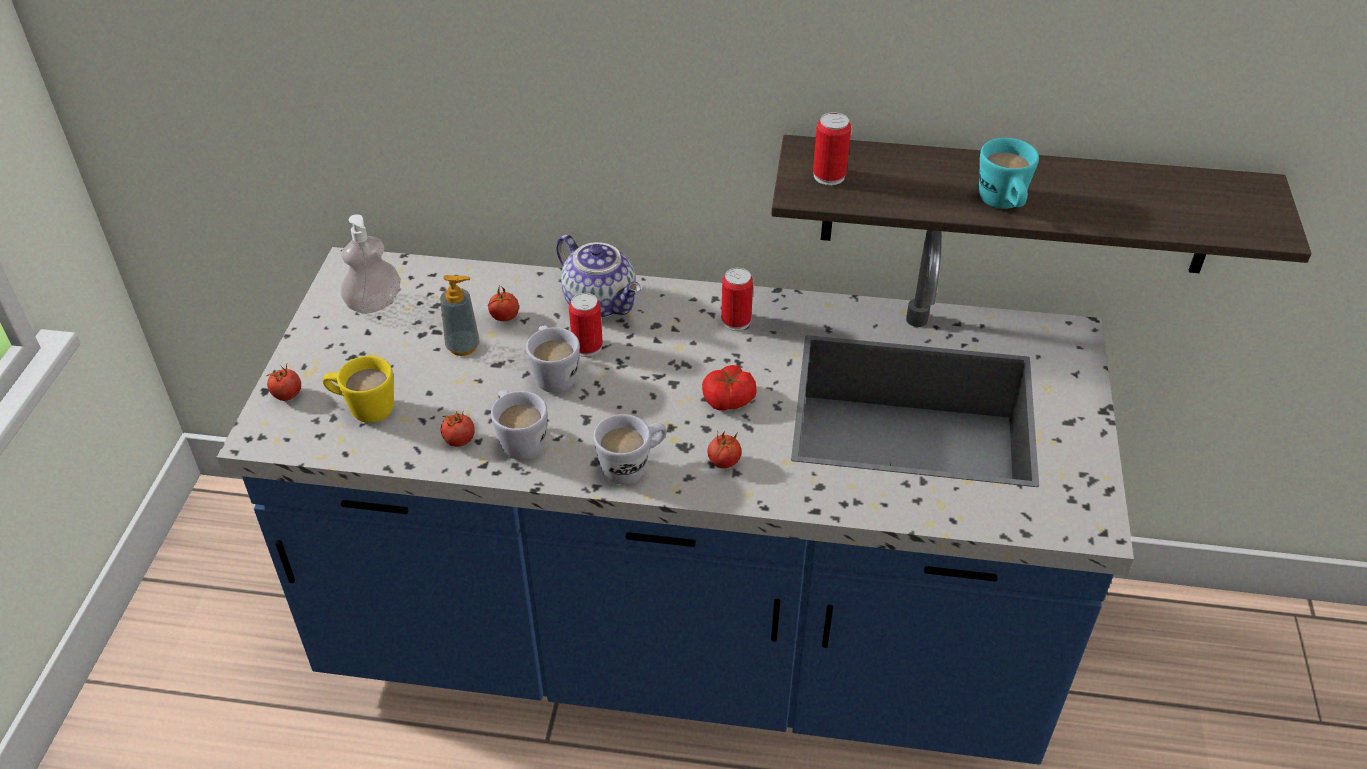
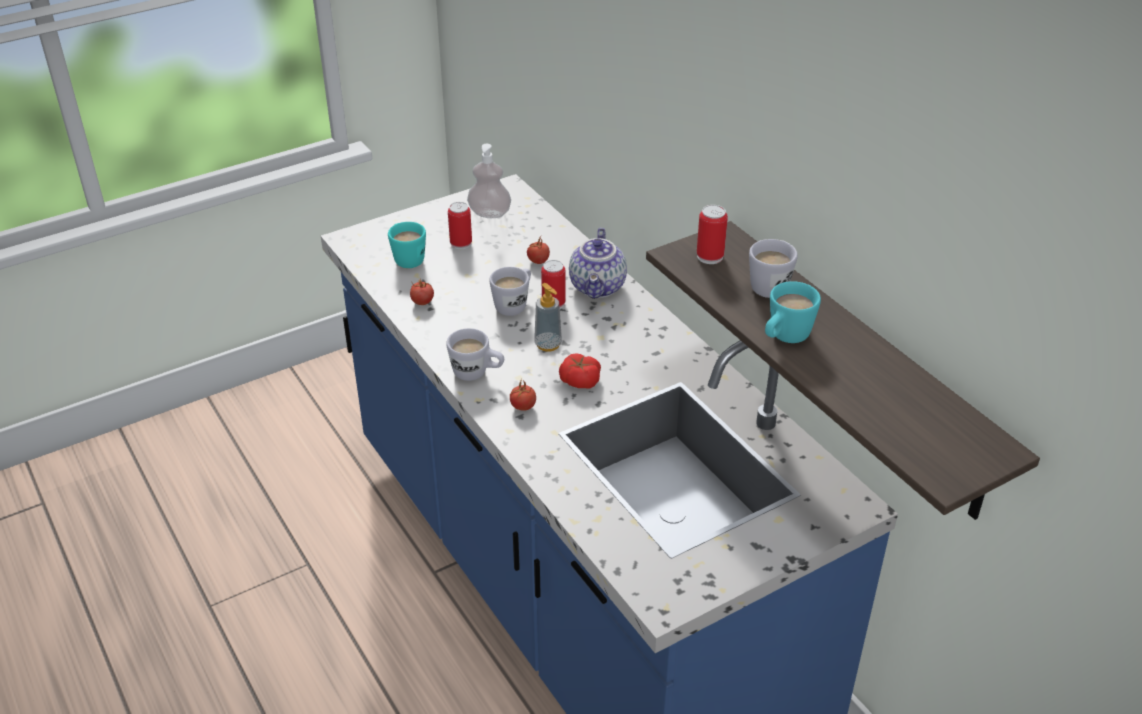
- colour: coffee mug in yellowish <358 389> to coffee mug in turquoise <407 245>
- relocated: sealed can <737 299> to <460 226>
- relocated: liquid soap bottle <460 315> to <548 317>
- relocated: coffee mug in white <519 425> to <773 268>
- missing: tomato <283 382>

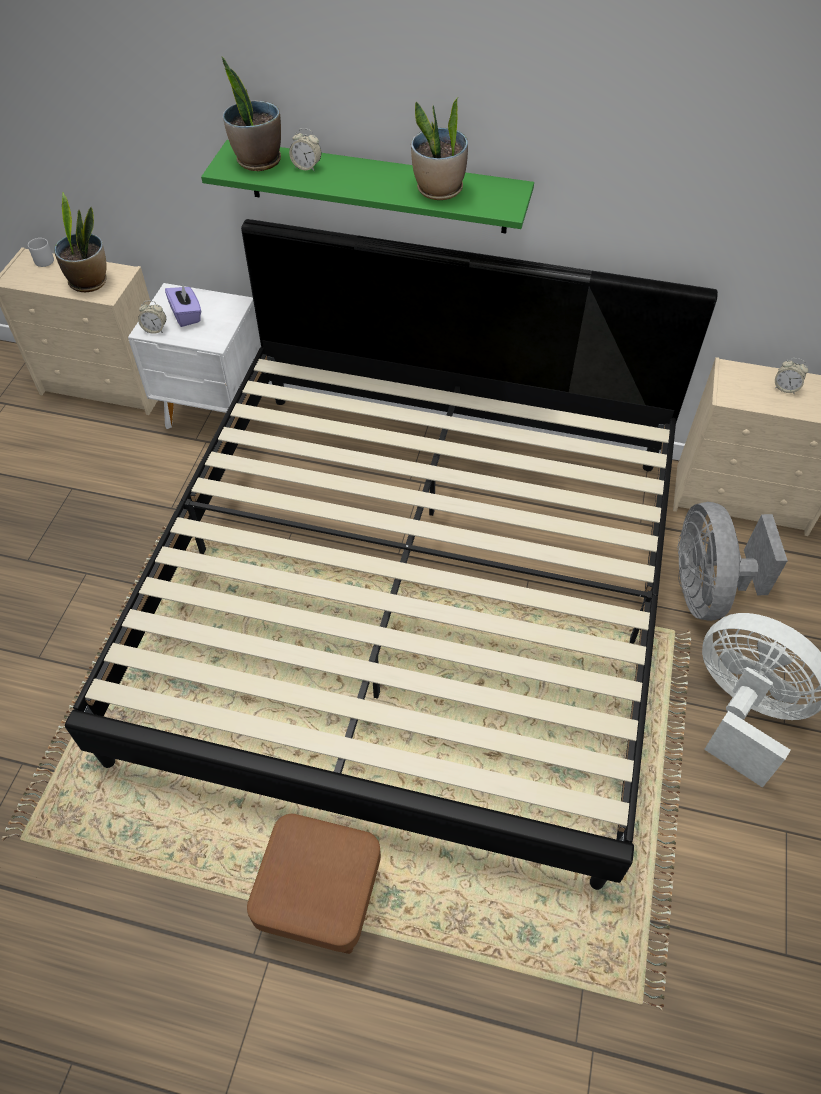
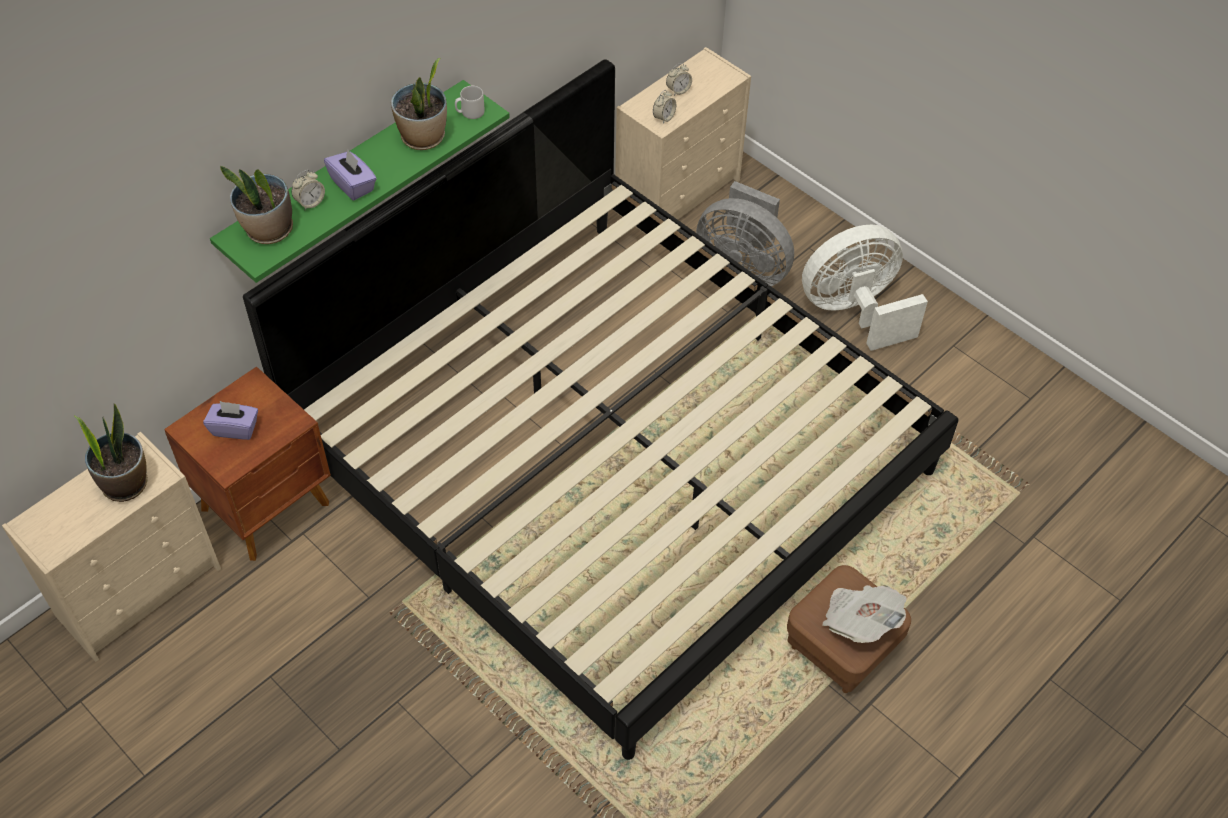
- colour: nightstand in white <194 356> to nightstand in brownish <247 463>
- appeared: tissue holder in purplish <350 175>
- relocated: coffee mug in greyish <41 252> to <470 102>
- relocated: alarm clock <152 317> to <664 107>
- appeared: newspaper <865 614>

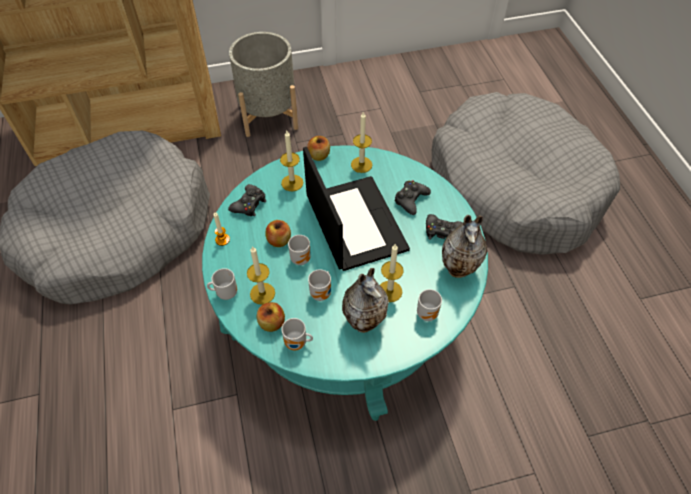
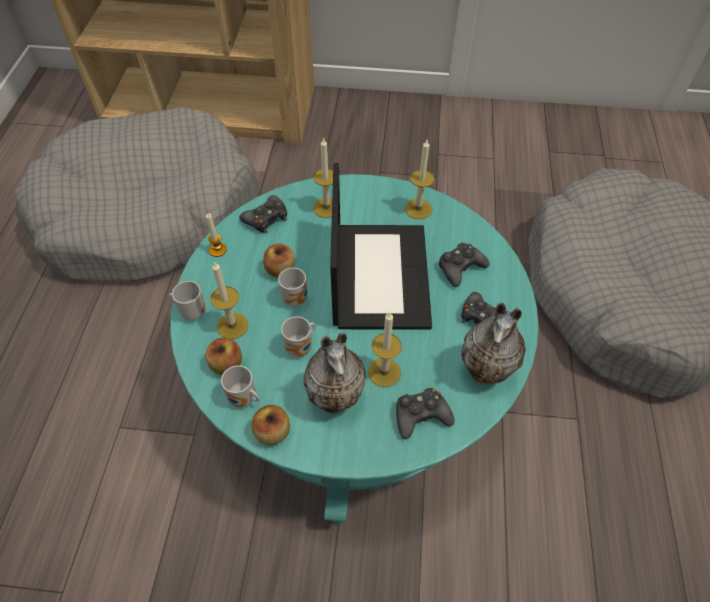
- relocated: apple fruit <318 148> to <270 425>
- exchanged: coffee mug <429 305> to gamepad in blackish <425 413>
- missing: plant pot in greyish <263 84>

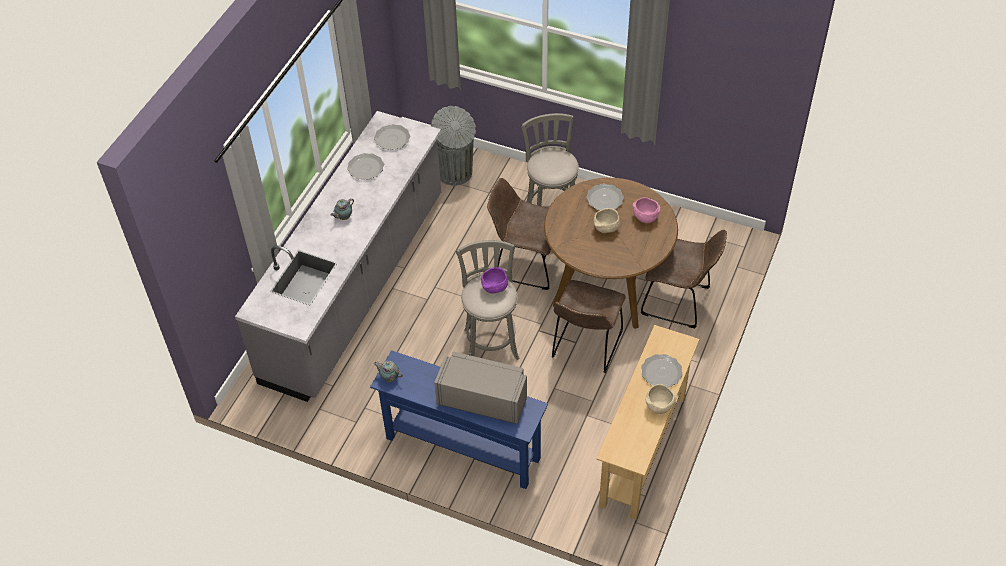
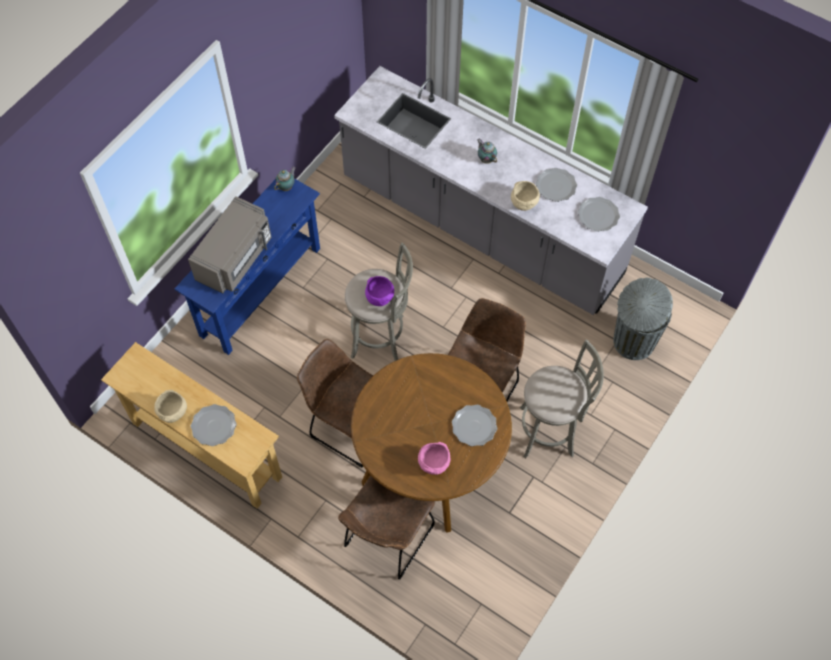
- relocated: bowl in sand-coloured <607 220> to <525 196>

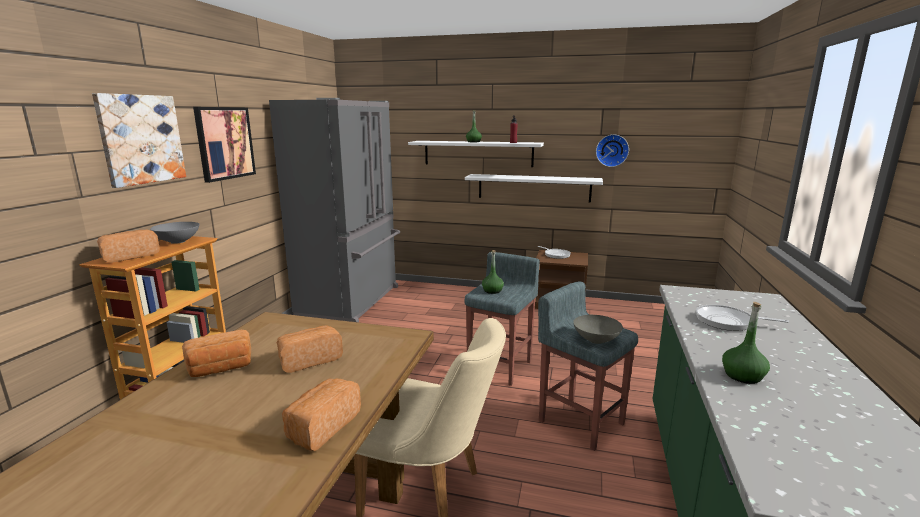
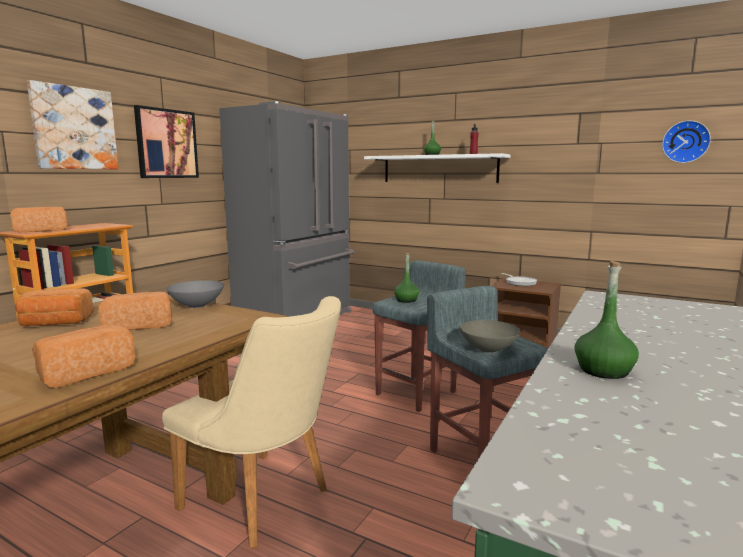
- relocated: bowl in greyish <175 233> to <195 294>
- relocated: wall clock <612 150> to <686 141>
- missing: wall shelf in white <534 188>
- missing: frying pan <742 318>

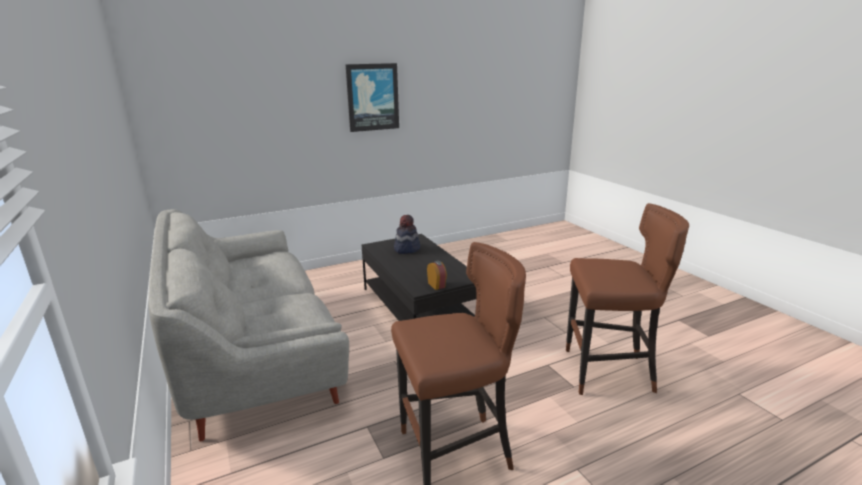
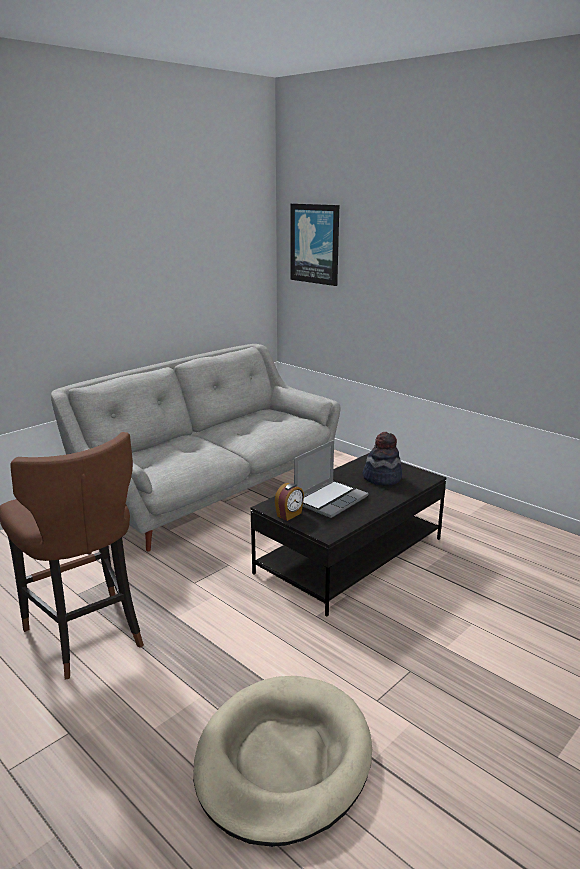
- exchanged: stool seat in brownish <627 299> to pet bed in sand-coloured <282 761>
- relocated: picture <372 97> to <314 244>
- appeared: portable computer <331 479>

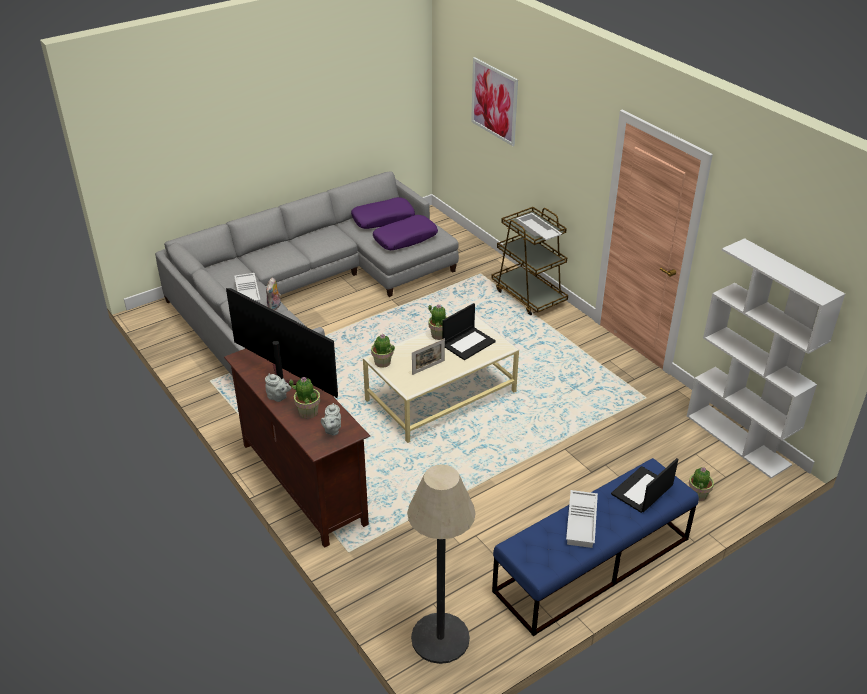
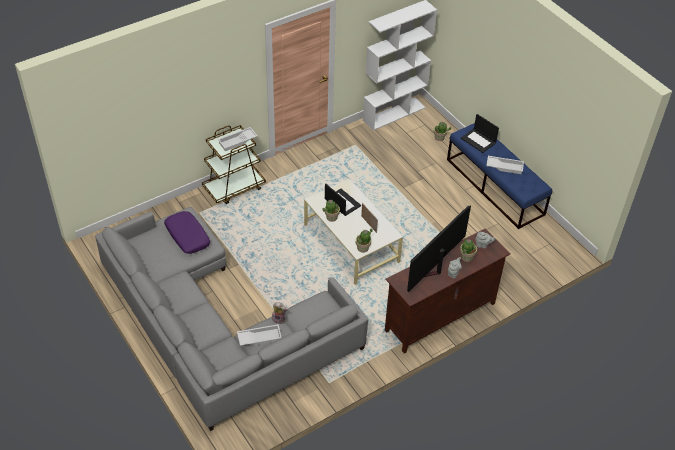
- missing: throw pillow in purplish <383 213>
- missing: floor lamp <441 564>
- missing: picture <494 101>

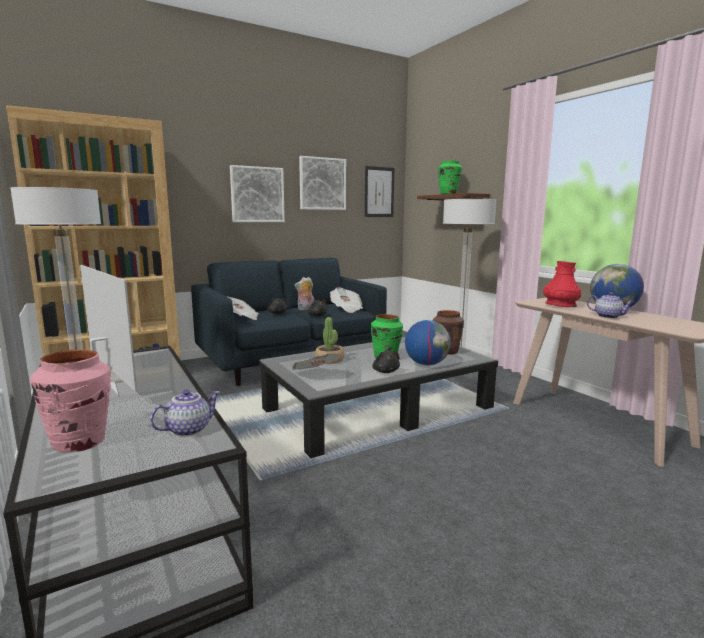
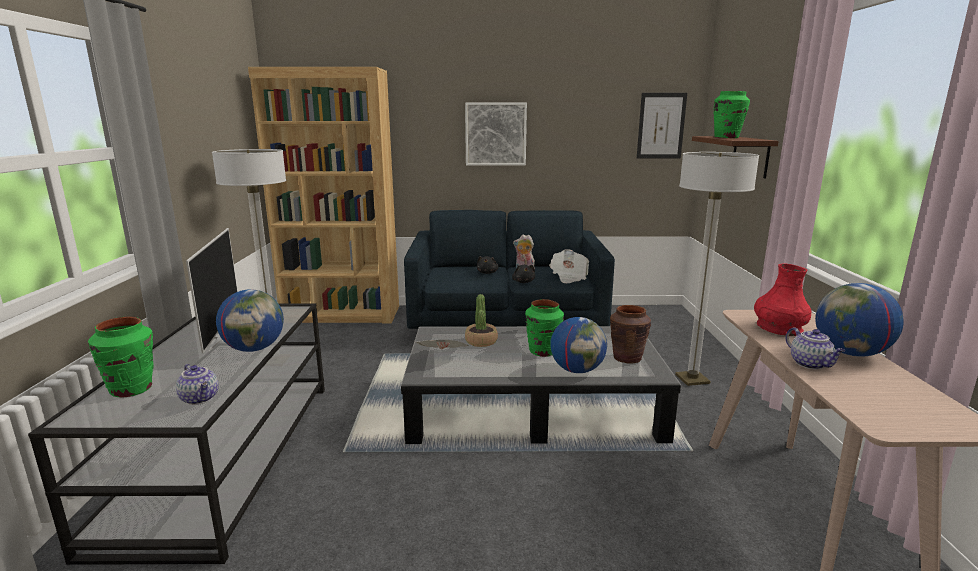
- colour: vase in pink-coloured <70 401> to vase in green <121 357>
- spun: tea pot <185 413> = <197 384> 60 degrees clockwise
- appeared: world globe <250 320>
- missing: newspaper <242 308>
- missing: picture <322 183>
- missing: plush toy in blackish <386 362>

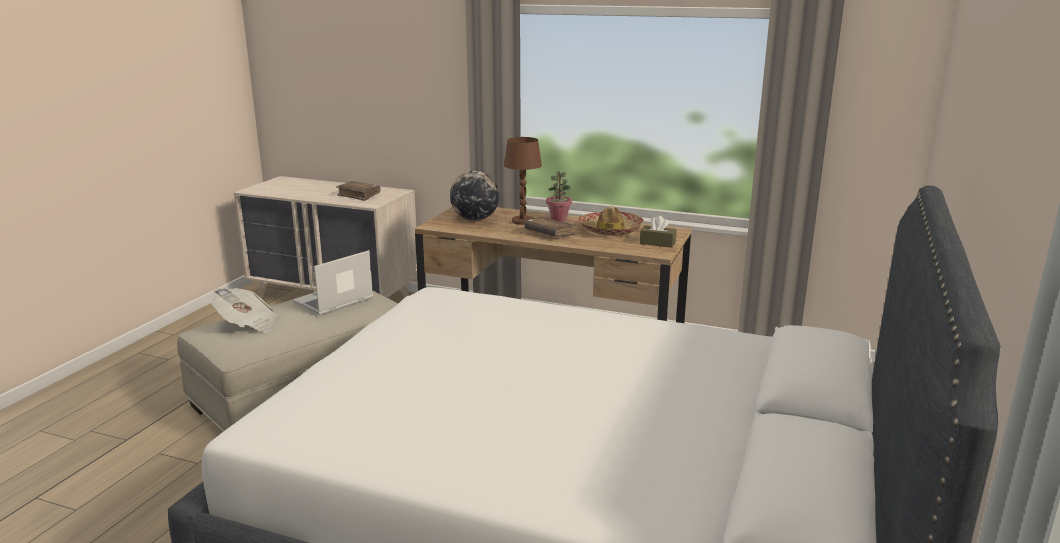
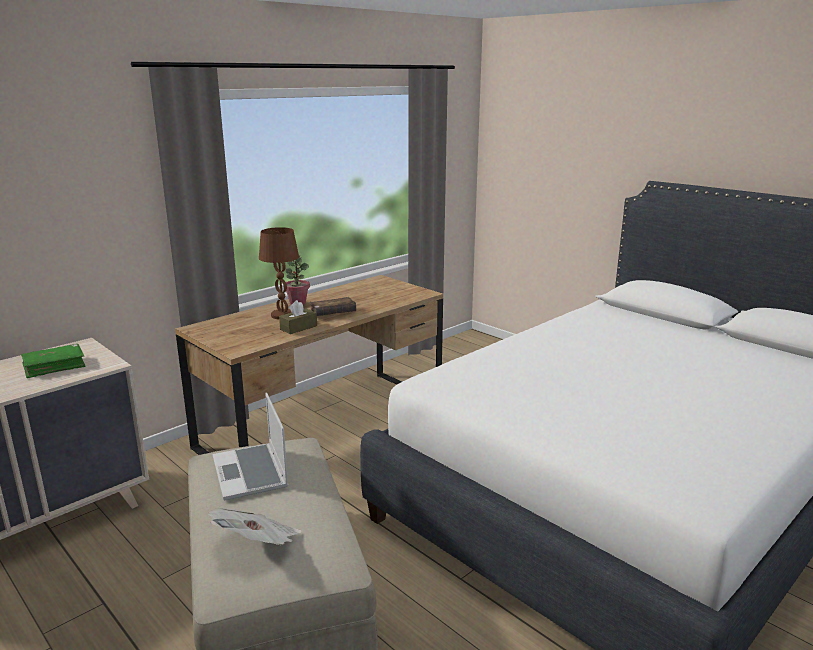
- colour: bound book in brownish <358 191> to bound book in green <53 361>
- relocated: tissue holder in brownish <658 232> to <298 317>
- missing: world globe <474 196>
- missing: clothing hat <611 221>

